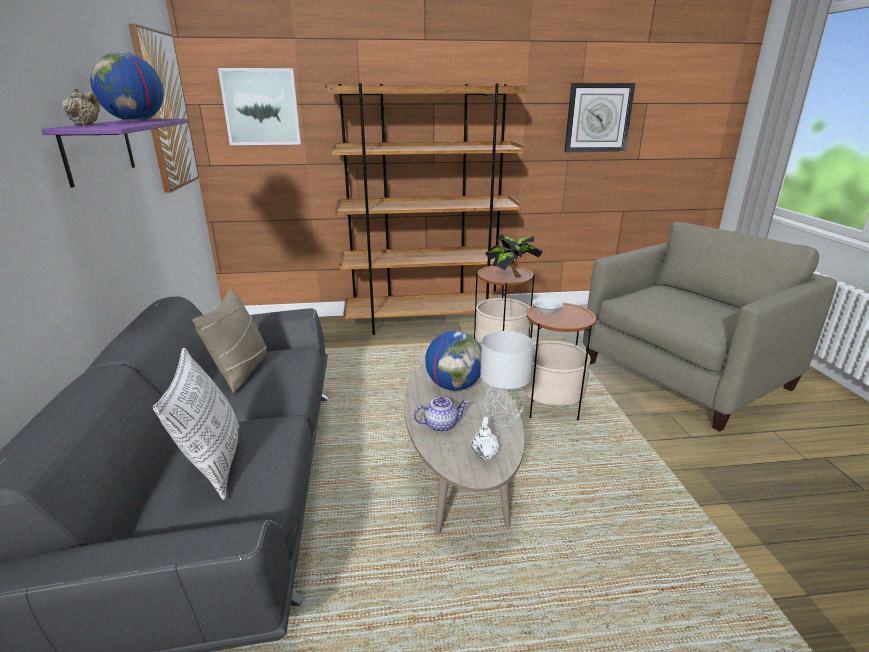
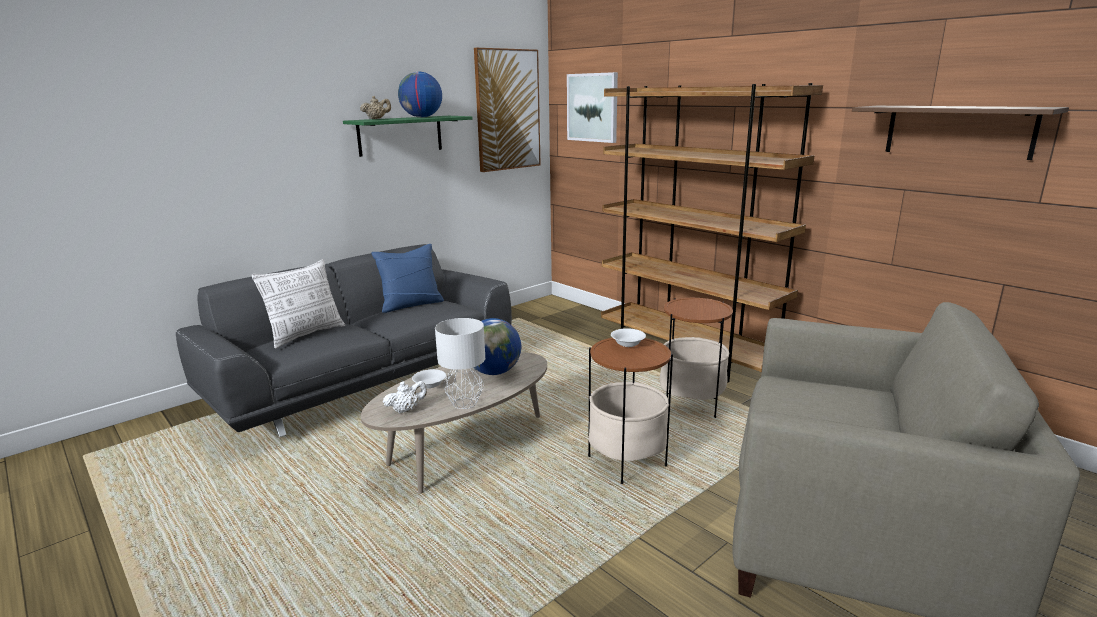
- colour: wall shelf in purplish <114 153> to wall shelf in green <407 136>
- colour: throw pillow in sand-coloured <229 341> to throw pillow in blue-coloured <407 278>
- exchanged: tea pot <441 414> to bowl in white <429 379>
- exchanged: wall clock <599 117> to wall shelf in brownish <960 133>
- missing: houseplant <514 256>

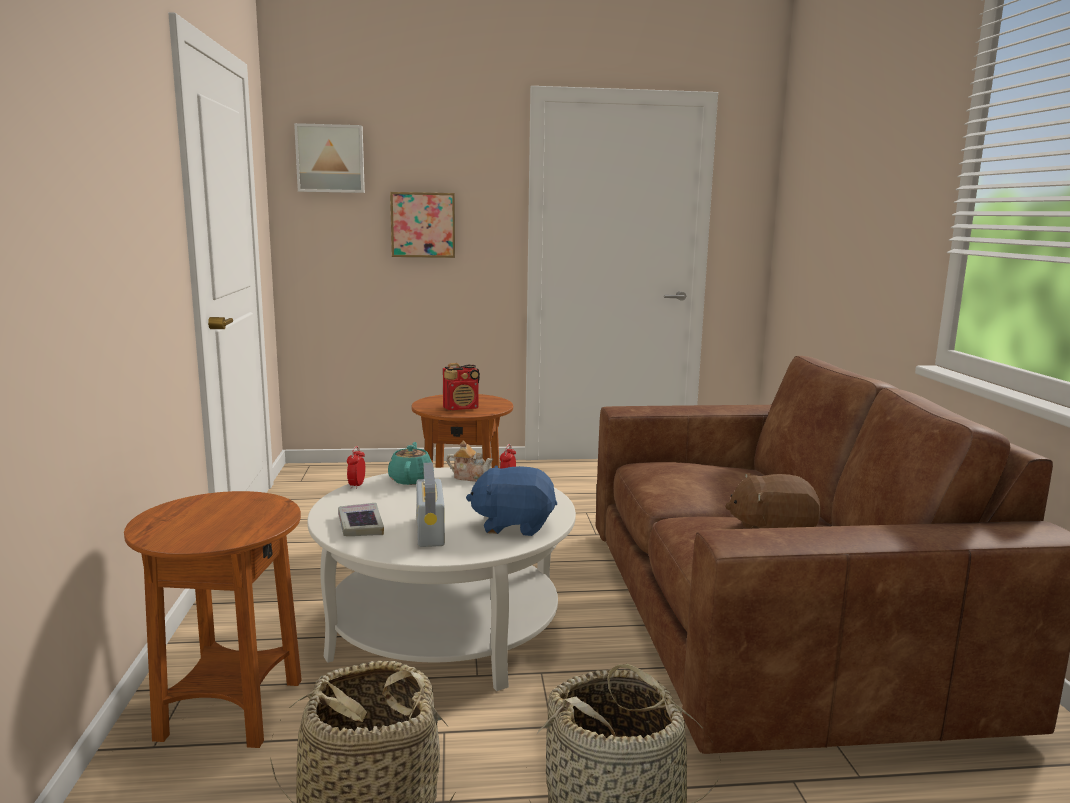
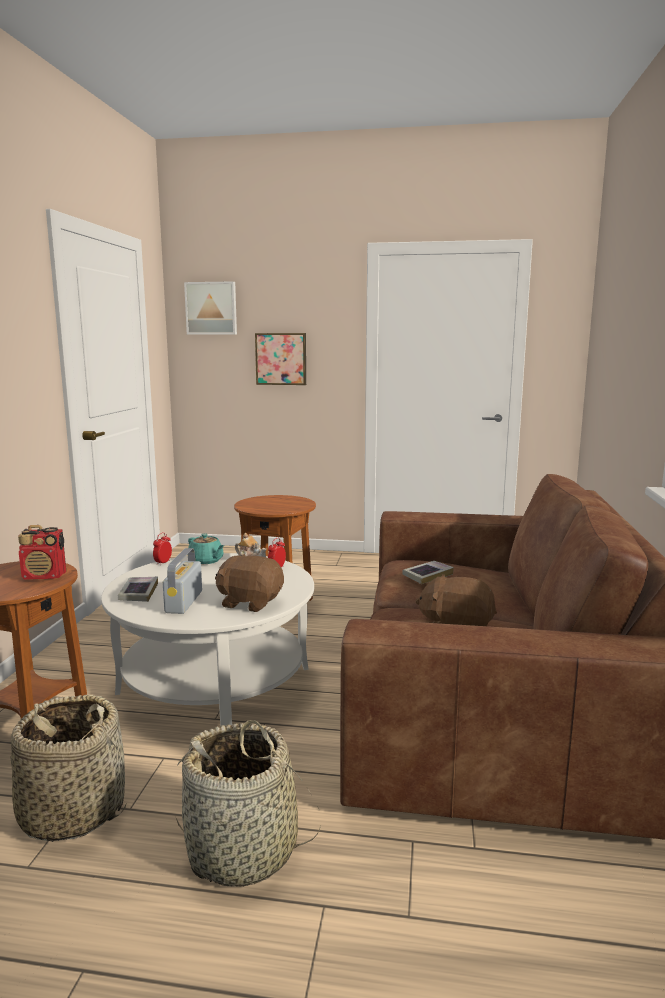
- relocated: radio set <461 386> to <42 552>
- spun: tea pot in turquoise <411 463> = <205 548> 120 degrees clockwise
- colour: plush toy in blue-coloured <511 500> to plush toy in brownish <249 583>
- appeared: bound book <428 572>

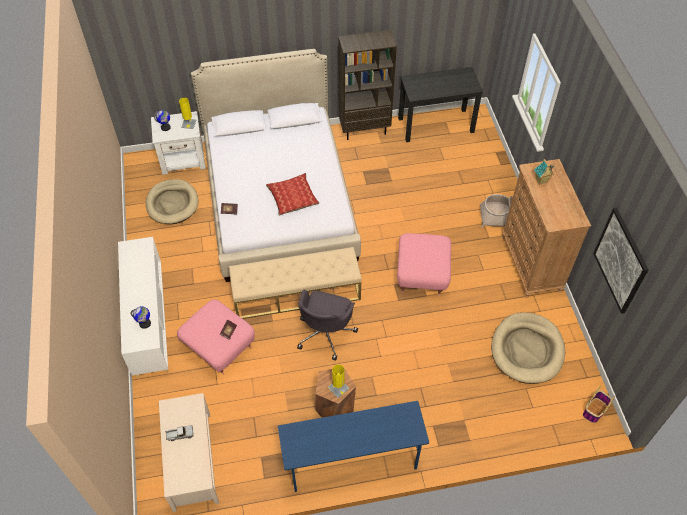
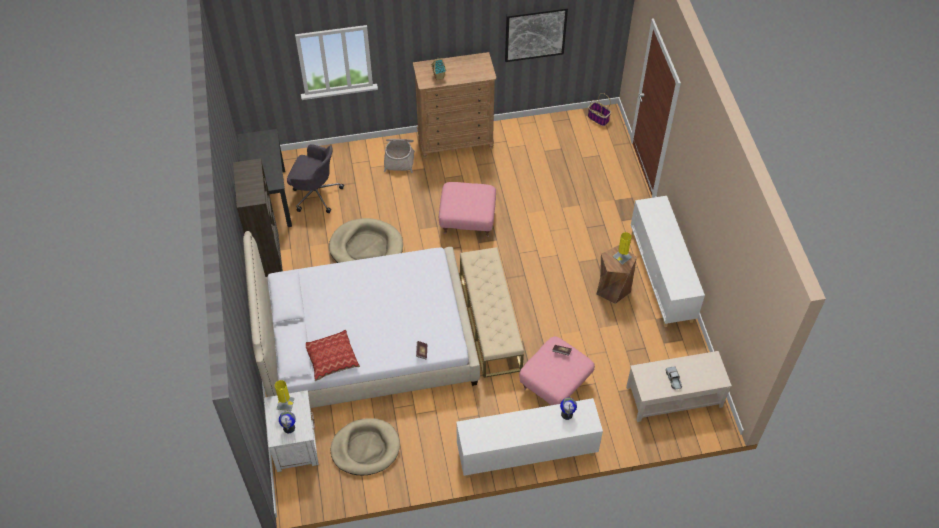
- relocated: office chair in greyish <327 325> to <315 178>
- relocated: throw pillow <292 194> to <333 355>
- relocated: pet bed in sand-coloured <528 348> to <366 240>
- exchanged: desk table in blue-coloured <353 446> to cupboard in white <668 261>

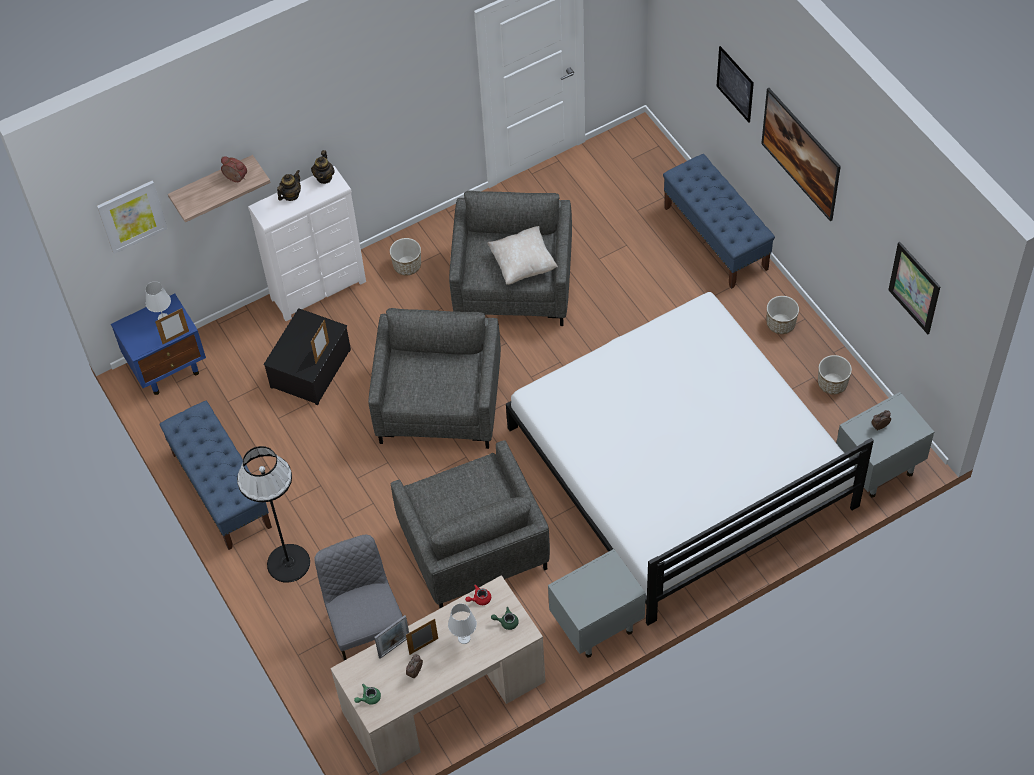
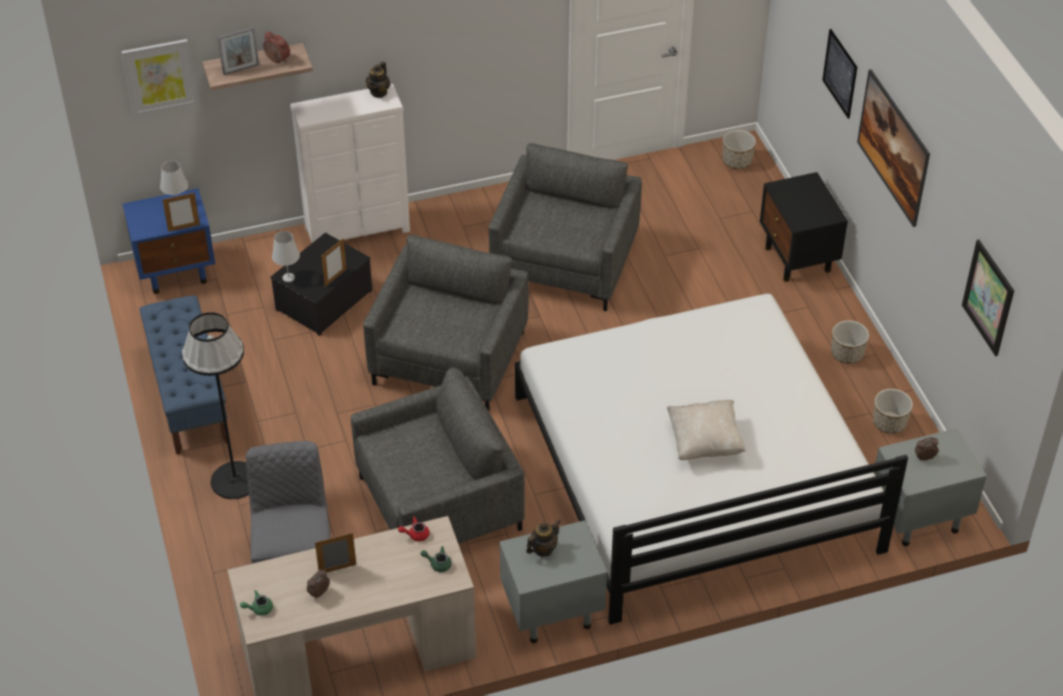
- relocated: photo frame <391 637> to <238 51>
- relocated: table lamp in white <462 624> to <286 256>
- spun: lounge chair in greyish <470 524> = <438 456> 105 degrees counterclockwise
- relocated: tea pot <289 185> to <543 538>
- relocated: throw pillow in sand-coloured <522 255> to <706 430>
- relocated: plant pot <405 257> to <739 149>
- exchanged: bench in blue-coloured <719 221> to nightstand in blackish <804 227>

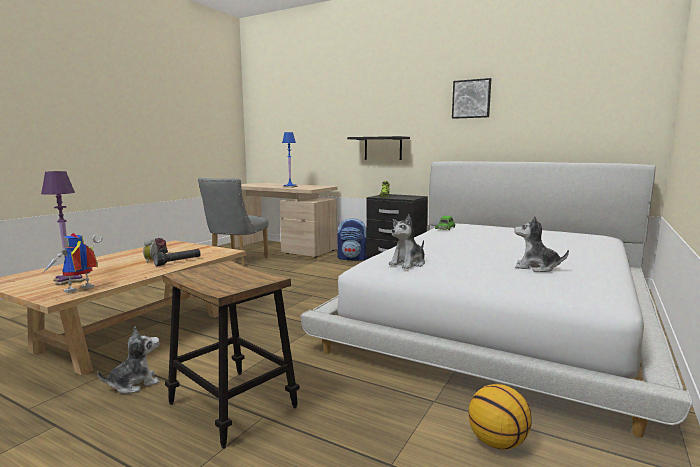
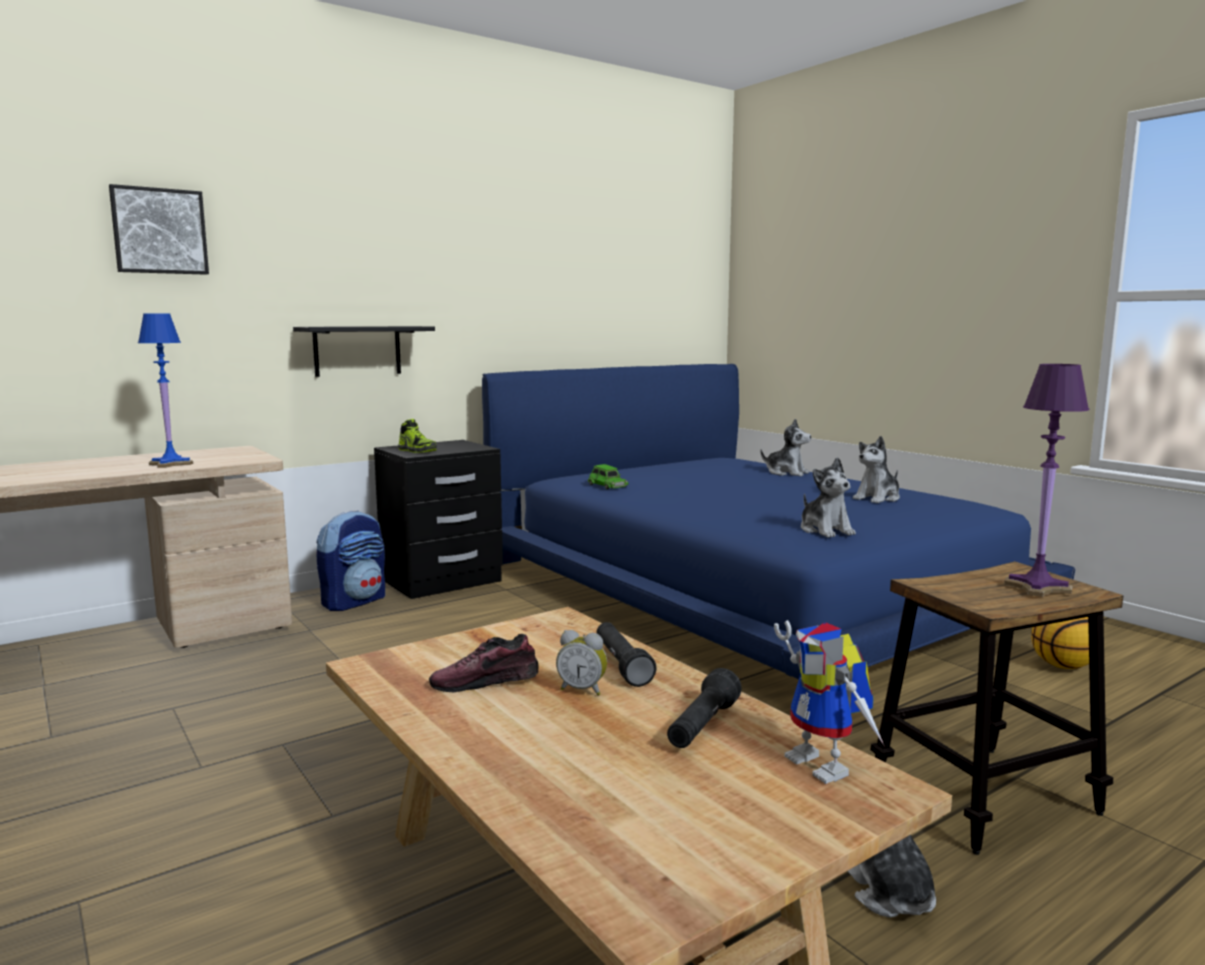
- relocated: picture <471 98> to <159 229>
- colour: bedroom bed in white <496 299> to bedroom bed in blue-coloured <778 521>
- appeared: torch in blackish <704 708>
- appeared: plush toy <786 447>
- relocated: table lamp in purplish <63 228> to <1046 480>
- missing: chair in greyish <233 222>

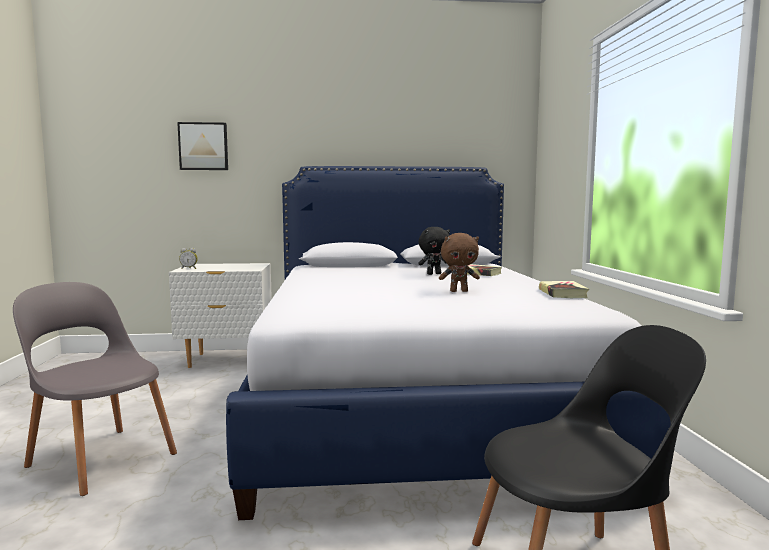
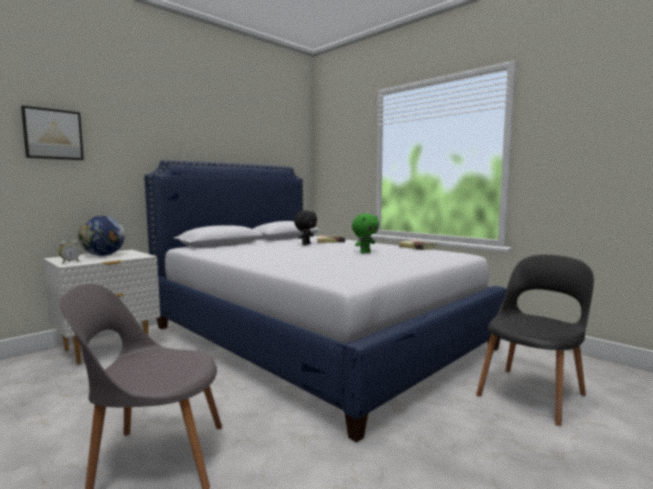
- appeared: world globe <101 236>
- colour: plush toy in brownish <459 262> to plush toy in green <365 234>

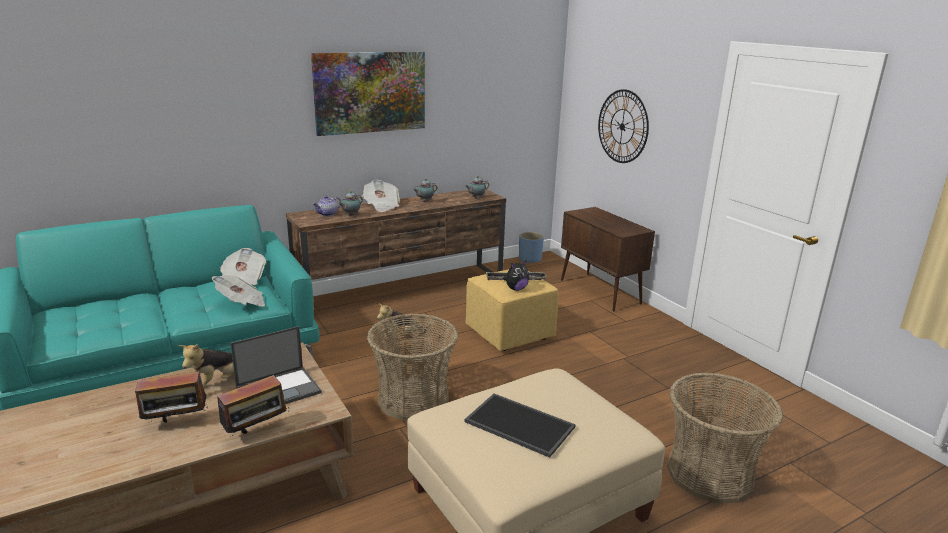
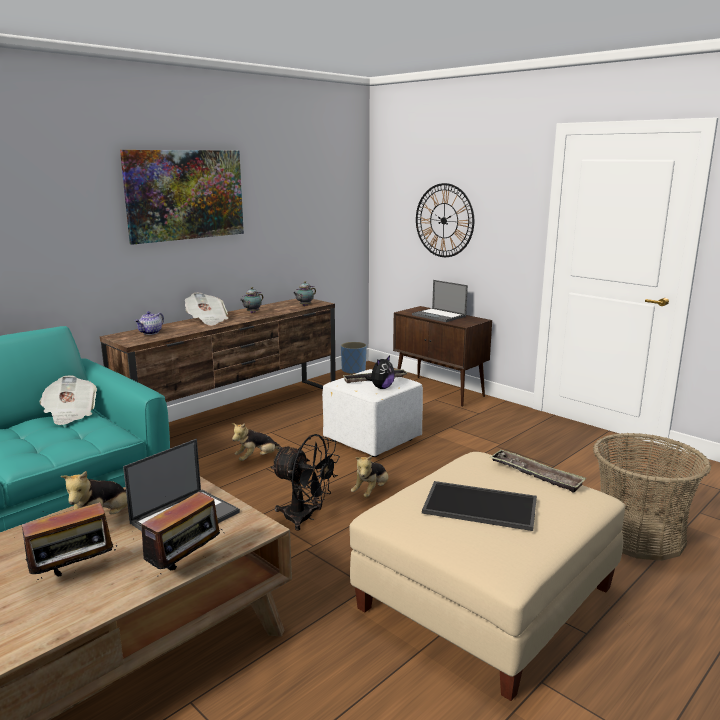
- exchanged: storage basket <412 367> to cooling fan in blackish <305 482>
- colour: pouffe in yellowish <512 310> to pouffe in white <372 413>
- appeared: plush toy <370 476>
- appeared: portable computer <440 301>
- appeared: serving tray <538 471>
- missing: newspaper <238 290>
- missing: tea pot <350 203>

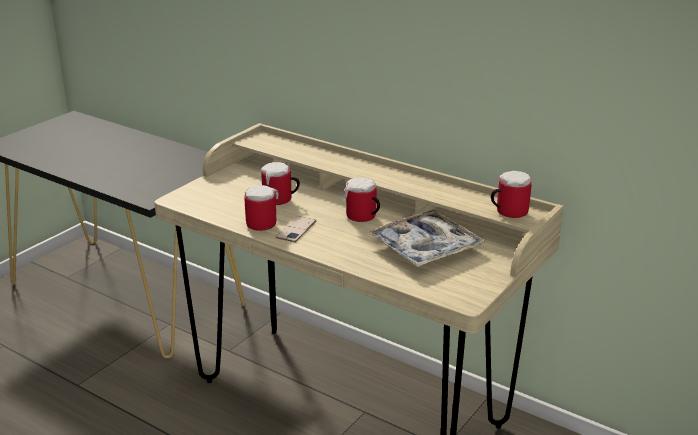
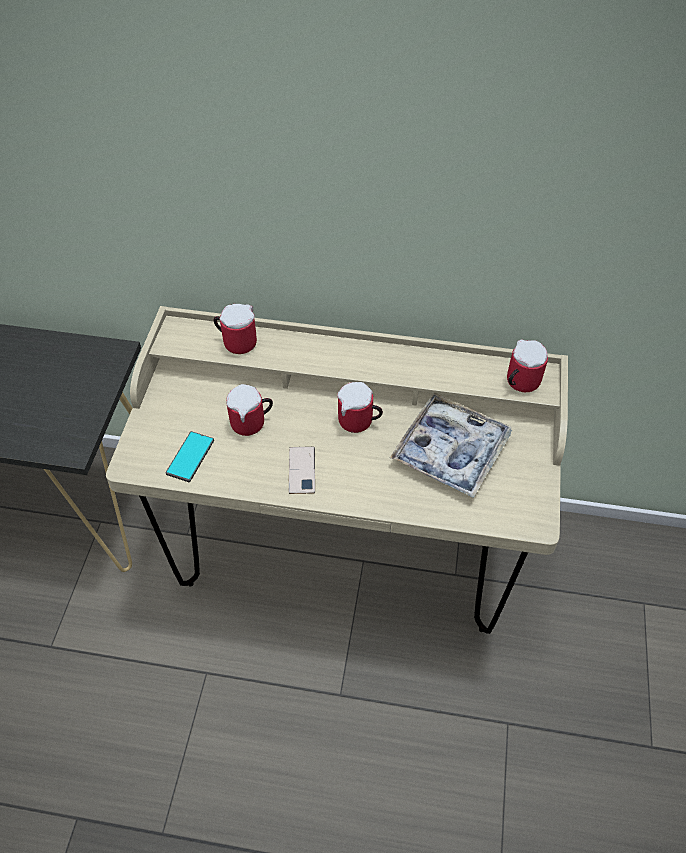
- appeared: telephone <189 456>
- relocated: coffee mug <261 208> to <235 329>

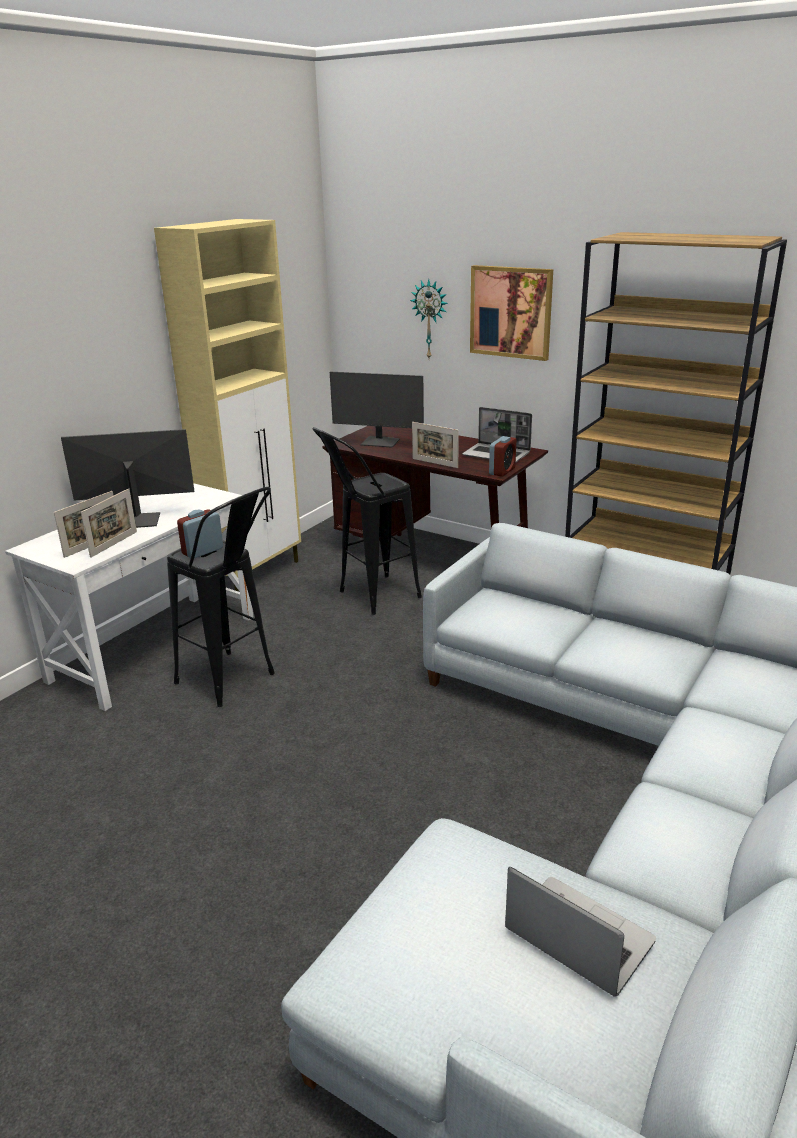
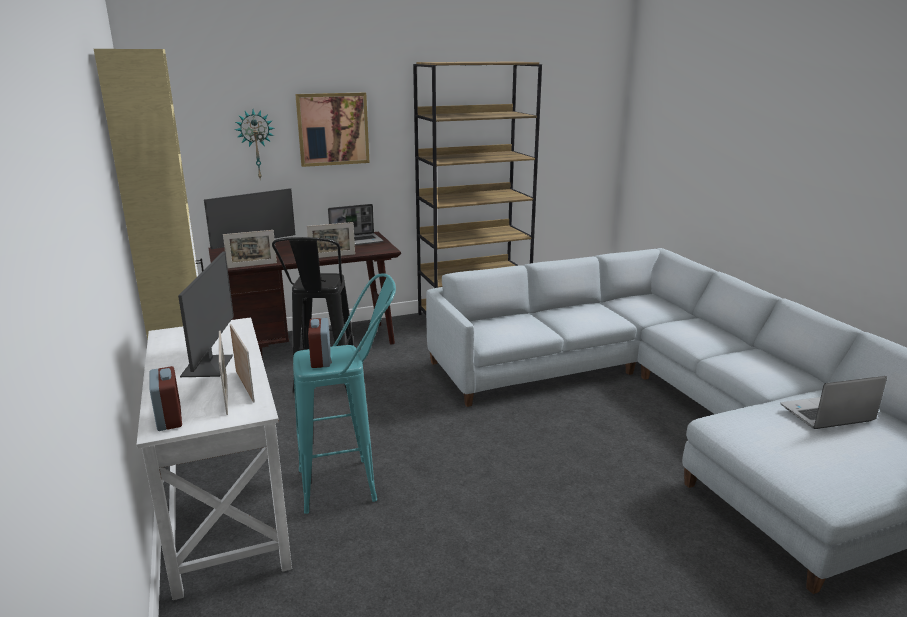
- relocated: alarm clock <502 456> to <166 398>
- spun: computer display <127 478> = <206 314> 150 degrees clockwise
- appeared: photo frame <250 249>
- colour: stool seat in blackish <221 597> to stool seat in turquoise <344 393>

